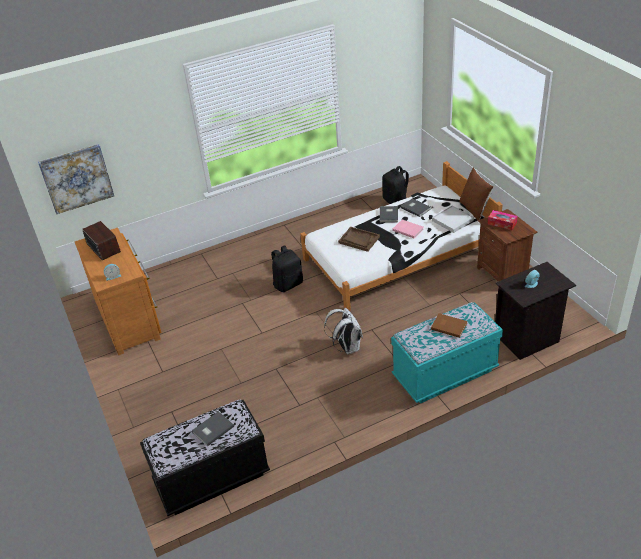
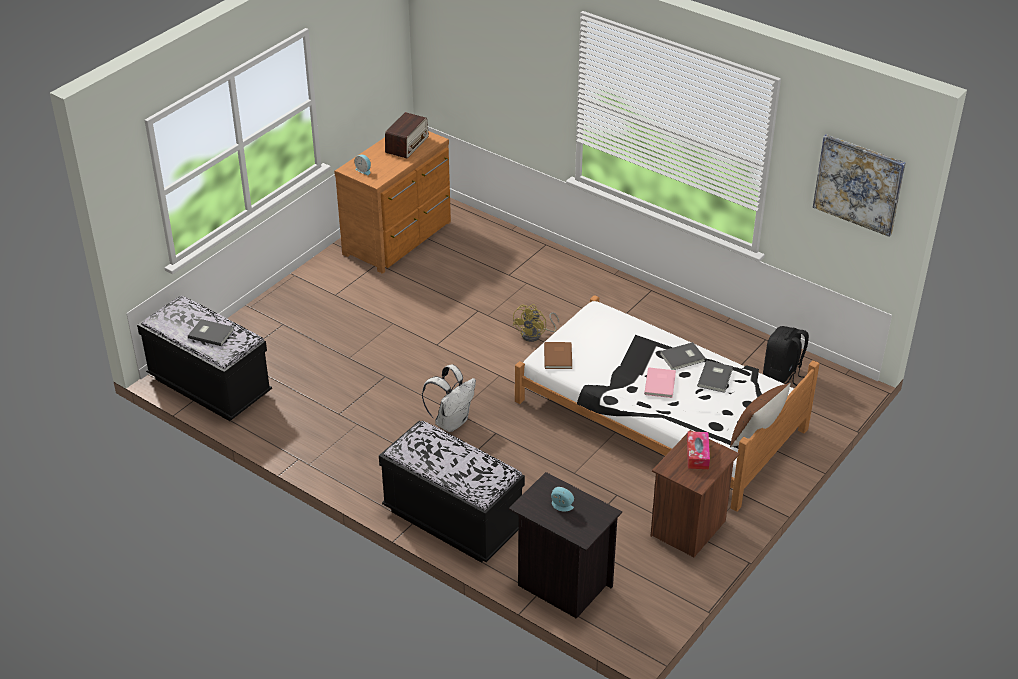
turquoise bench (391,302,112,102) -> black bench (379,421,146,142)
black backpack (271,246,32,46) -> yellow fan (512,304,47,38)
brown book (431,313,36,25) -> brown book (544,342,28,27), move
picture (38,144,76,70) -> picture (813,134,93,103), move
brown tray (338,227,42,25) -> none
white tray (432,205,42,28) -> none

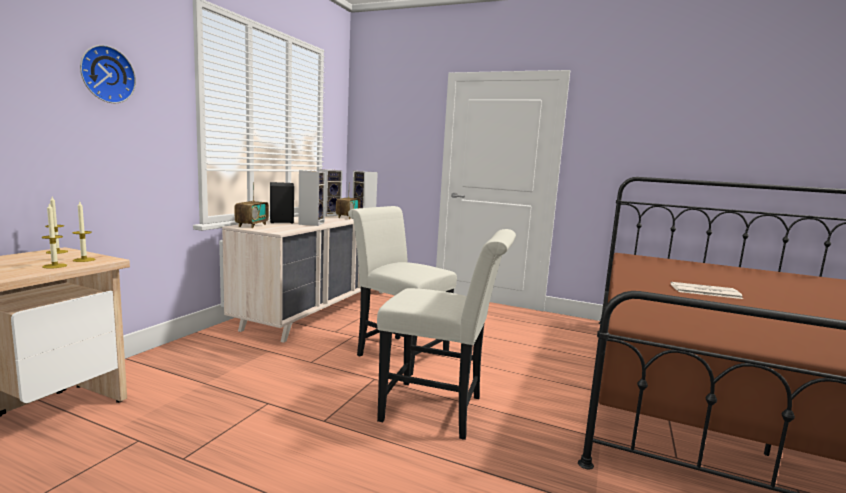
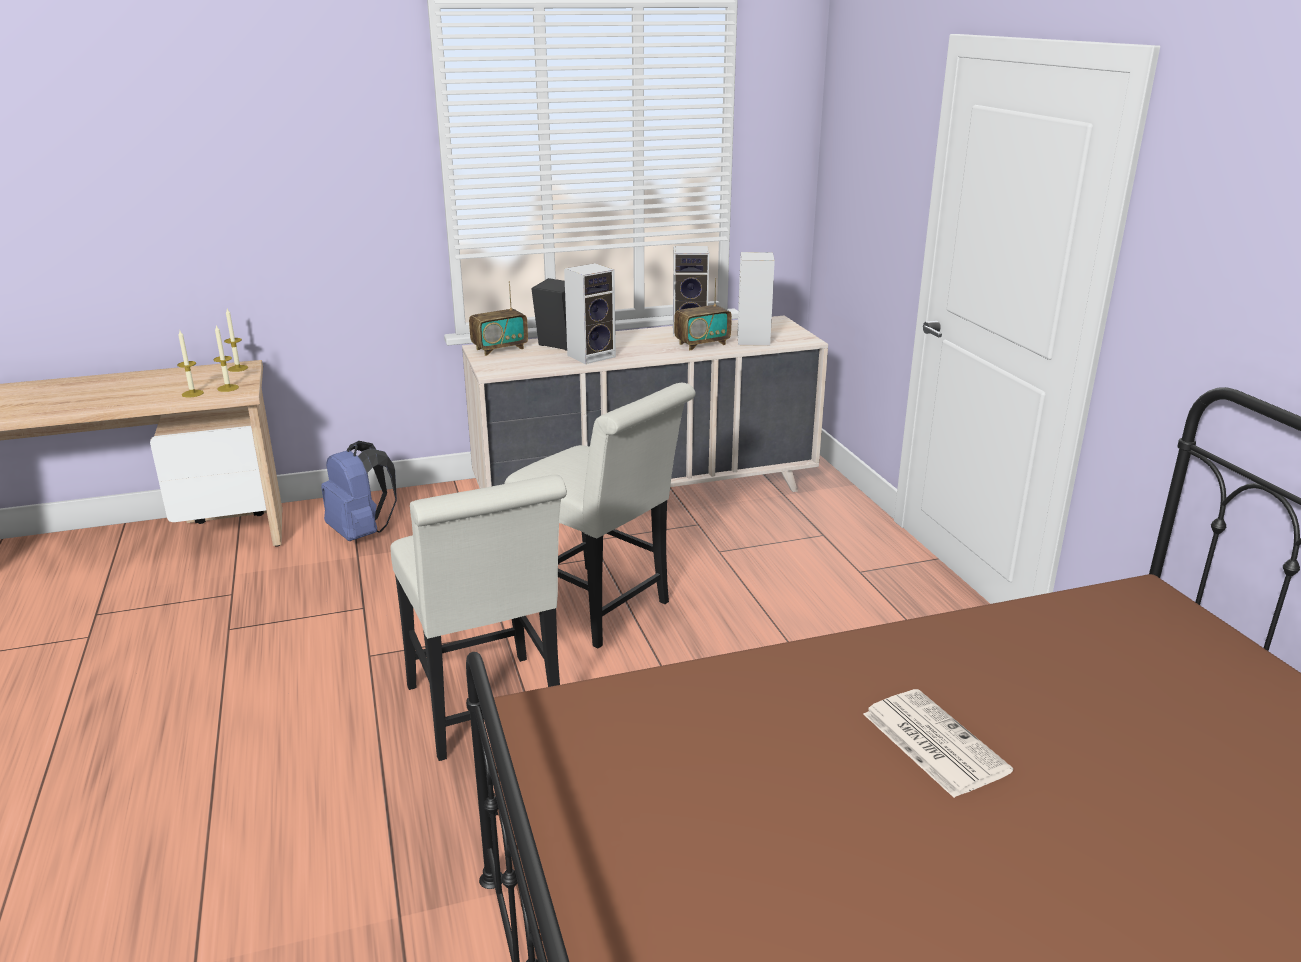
none -> blue backpack (321,441,76,100)
white chair (348,206,109,170) -> white chair (504,383,192,266), 135 degrees clockwise
wall clock (80,45,56,58) -> none

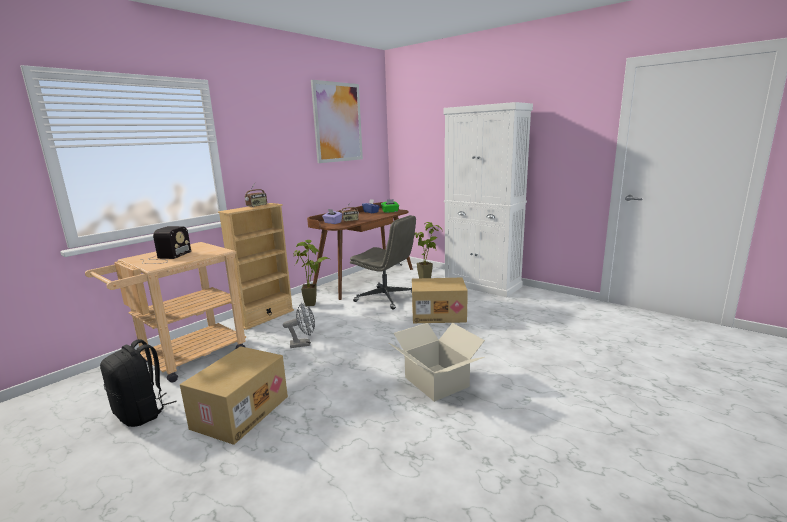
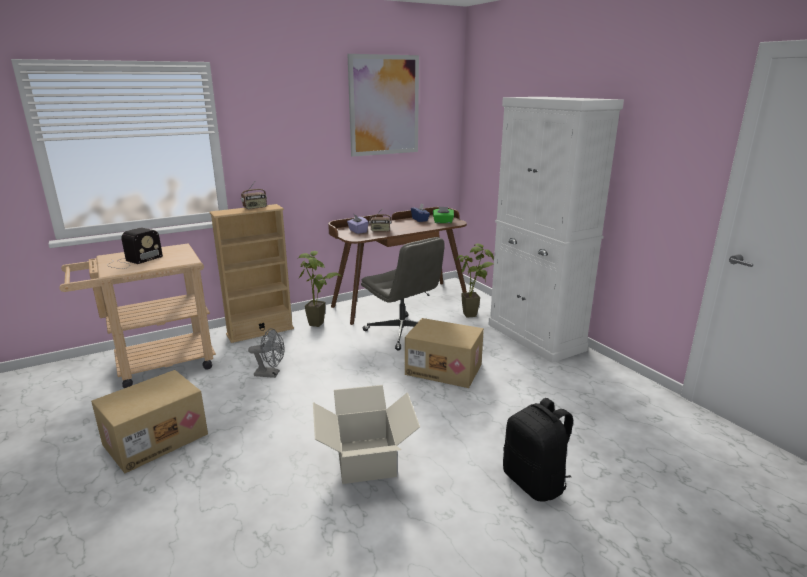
black backpack (100,339,77,88) -> black backpack (503,398,70,104), move

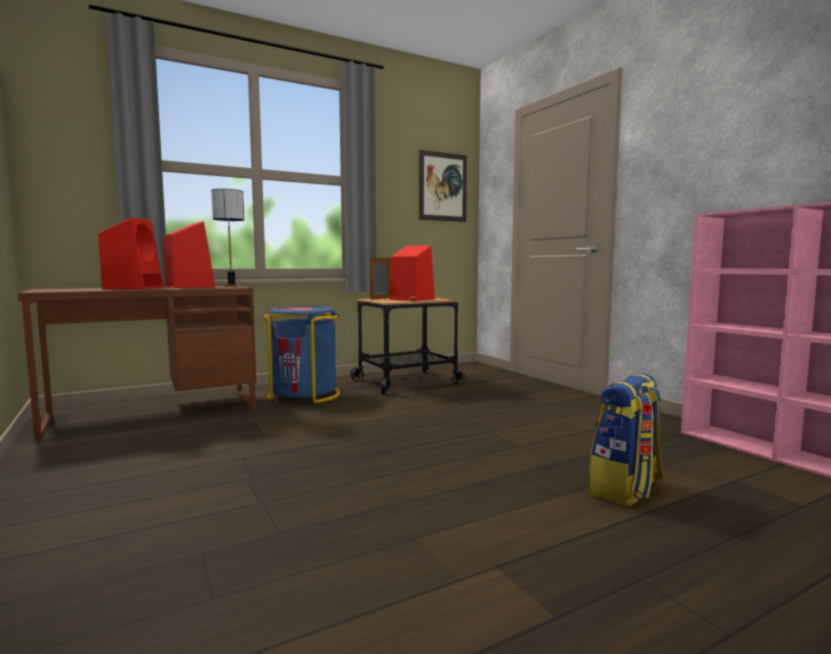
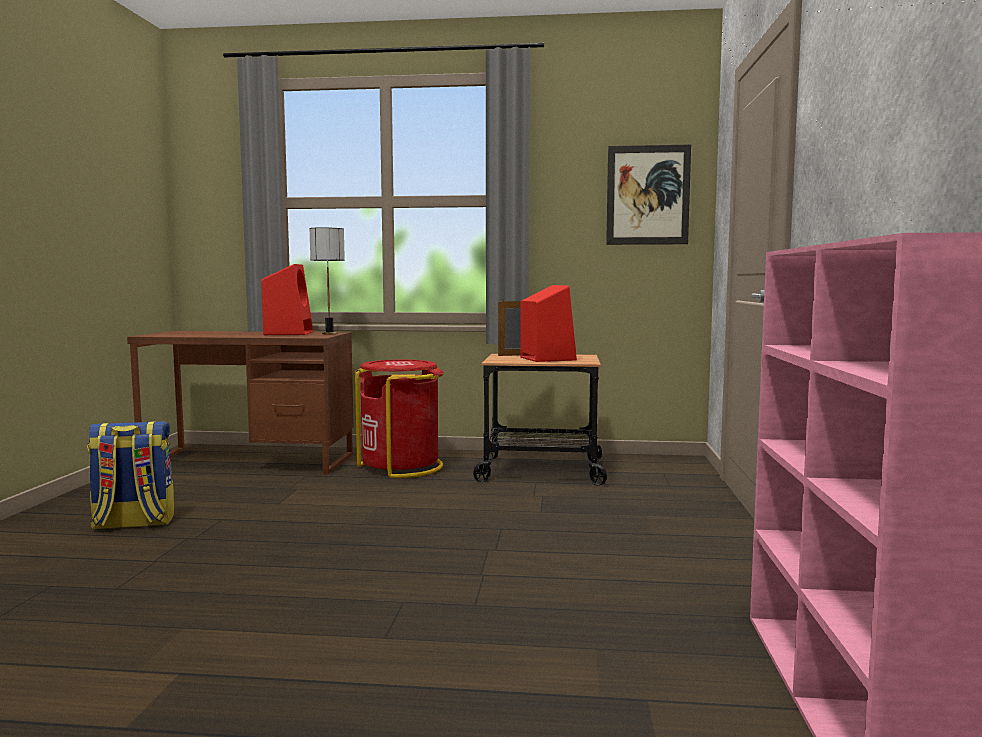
backpack (589,373,76,133) -> backpack (87,421,87,108), move
blue trash can (263,306,77,97) -> red trash can (354,360,90,118)
red speaker (98,217,65,72) -> none

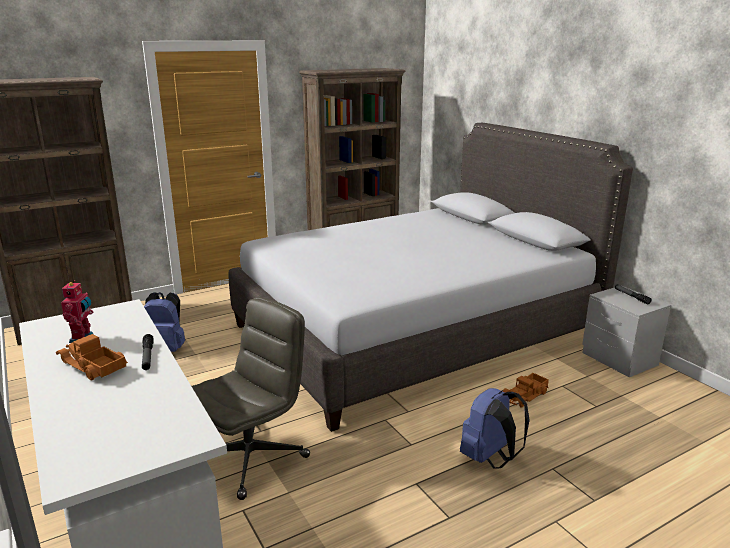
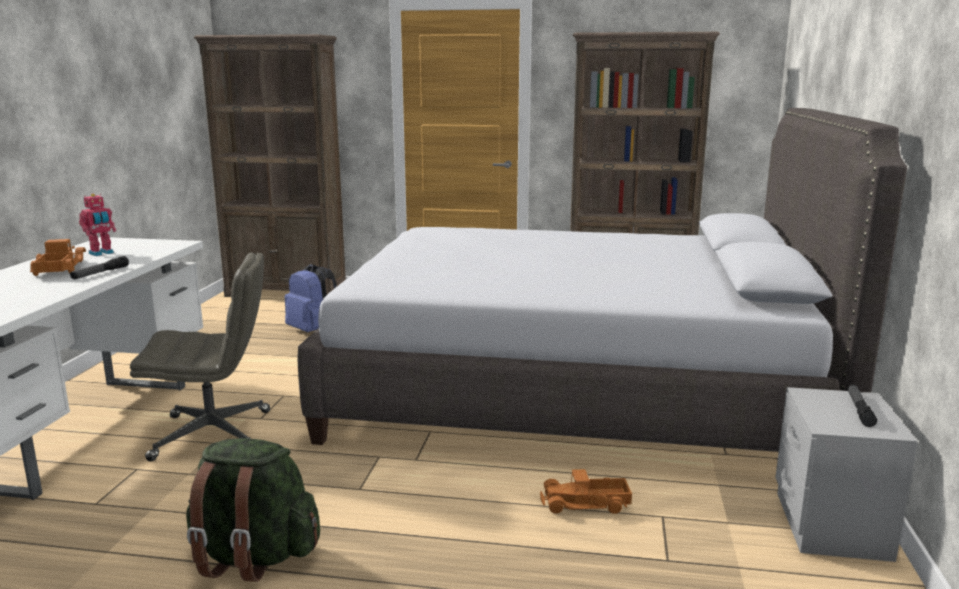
none -> green backpack (186,438,134,144)
blue backpack (460,388,70,81) -> none

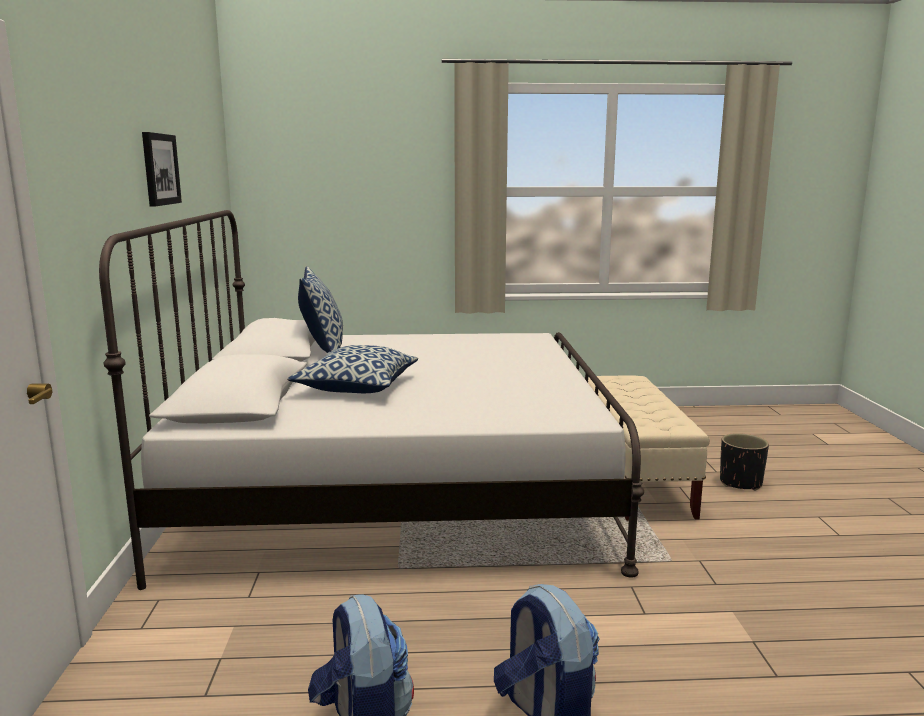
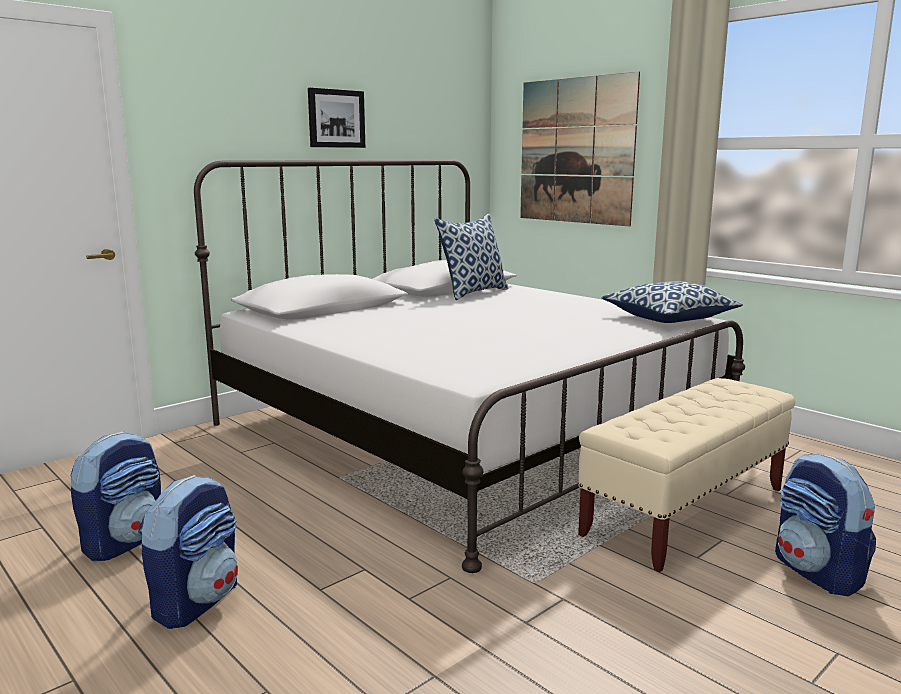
none -> picture (520,72,120,154)
pillow (287,345,131,48) -> pillow (602,281,141,42), move
black planter (720,433,49,58) -> backpack (775,454,101,142)

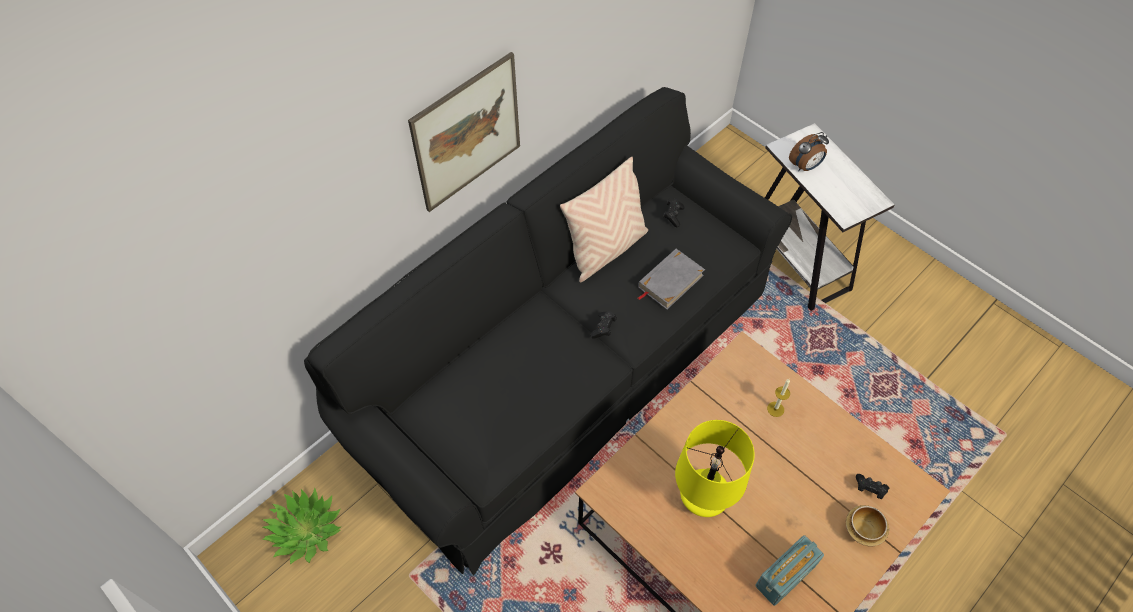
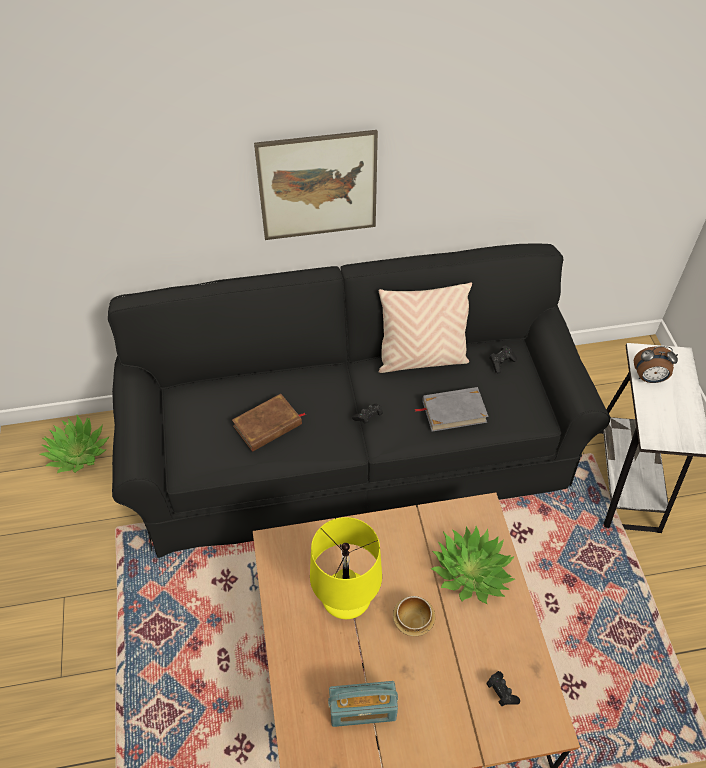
none -> brown book (232,394,74,58)
bowl (846,505,43,41) -> bowl (393,596,42,41), move
candle (767,379,23,38) -> potted plant (431,526,84,78)

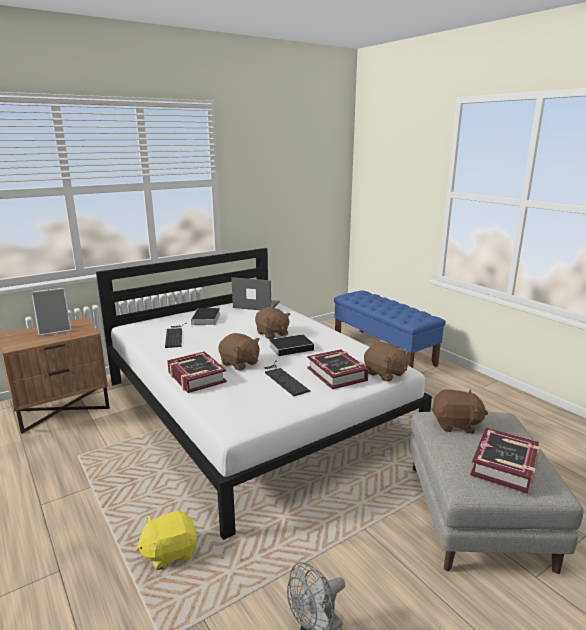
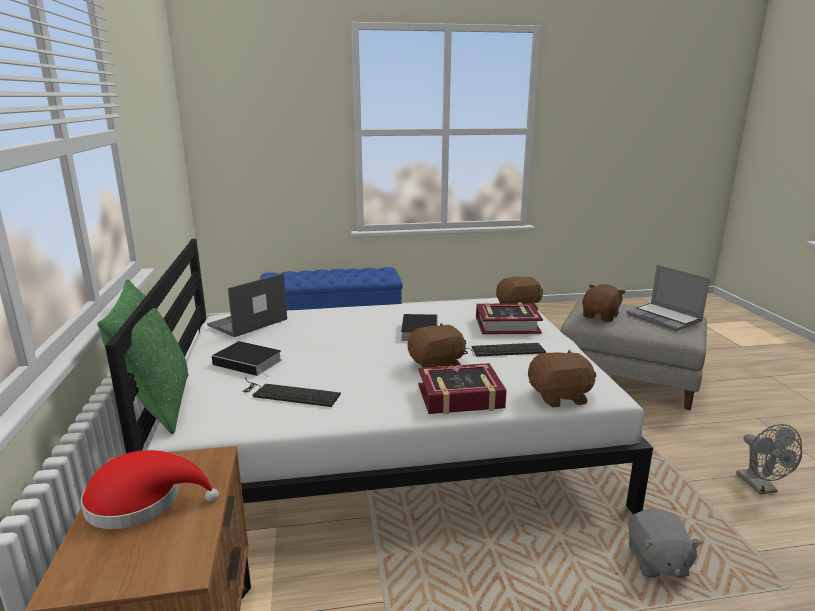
picture frame (31,288,41,48) -> red hat (81,450,138,79)
none -> green pillow (97,279,92,155)
brown plush toy (255,307,35,32) -> brown plush toy (528,350,69,57), move
book (470,428,70,66) -> laptop (626,265,84,66)
yellow plush toy (135,511,62,59) -> grey plush toy (628,508,74,69)

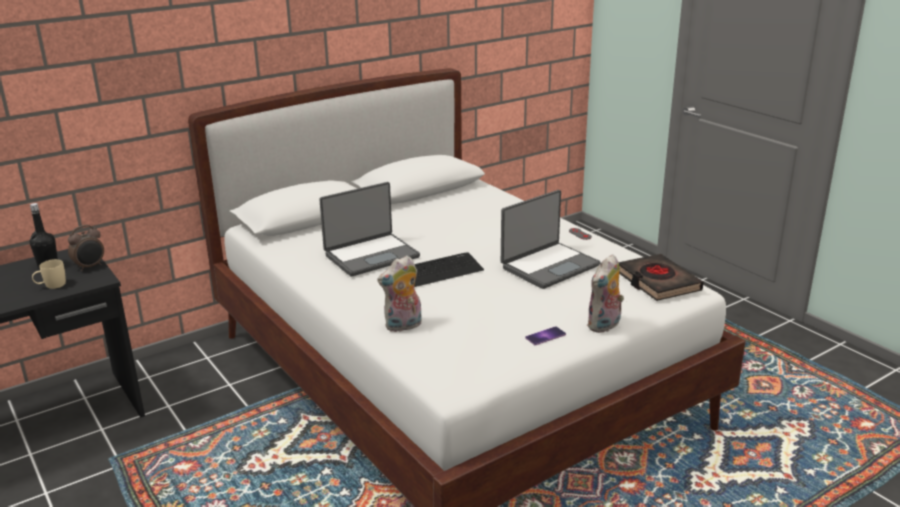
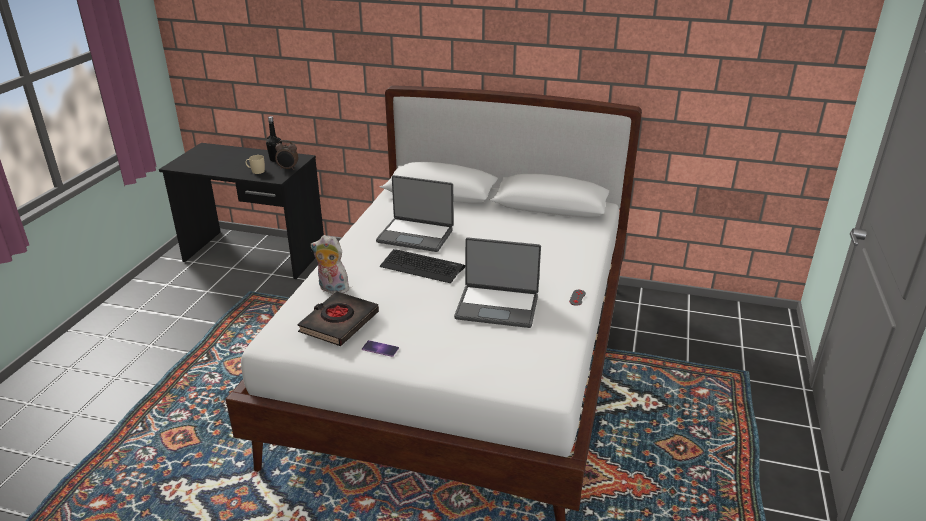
black book (619,254,85,47) -> black book (297,291,82,55), move
plush toy (587,254,37,79) -> none

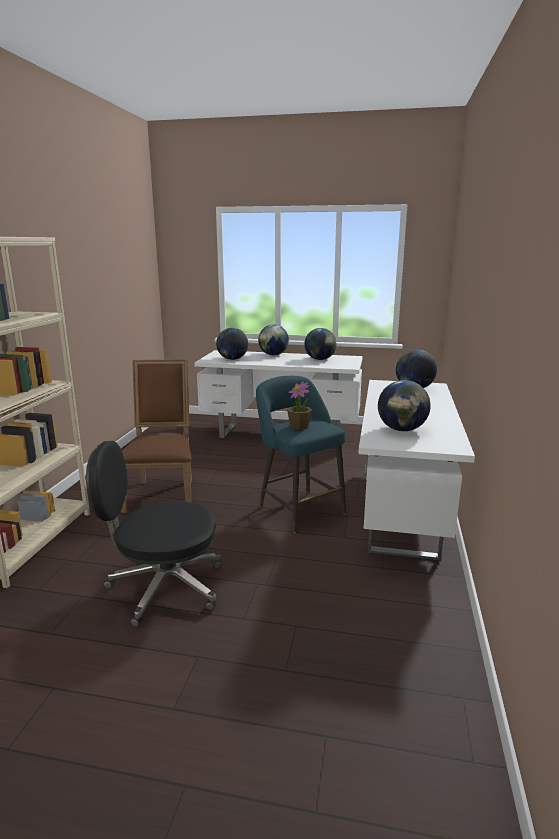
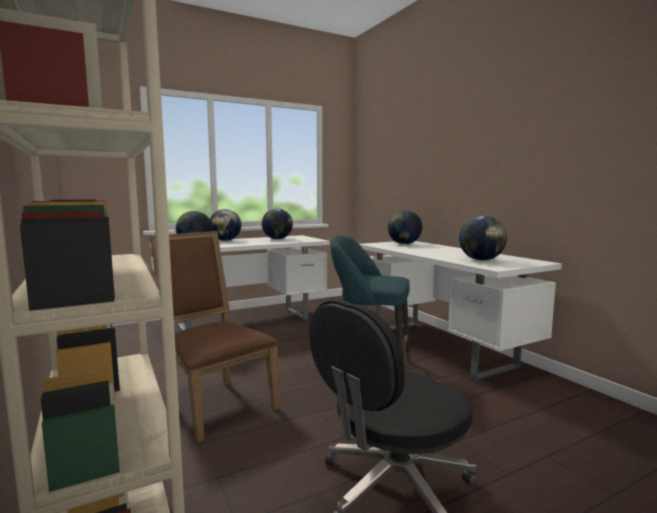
potted plant (287,381,25,49) -> none

